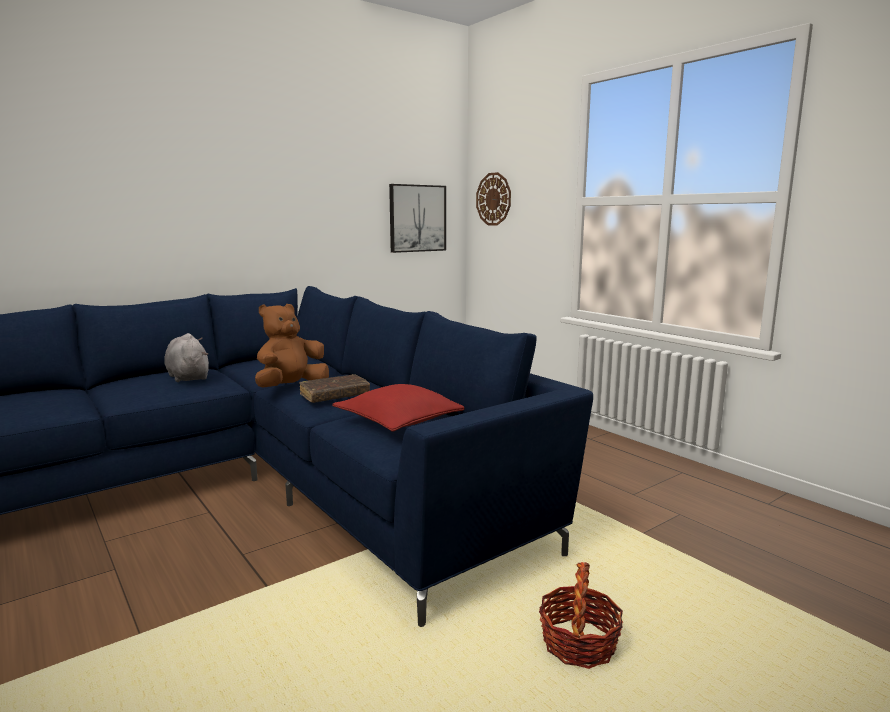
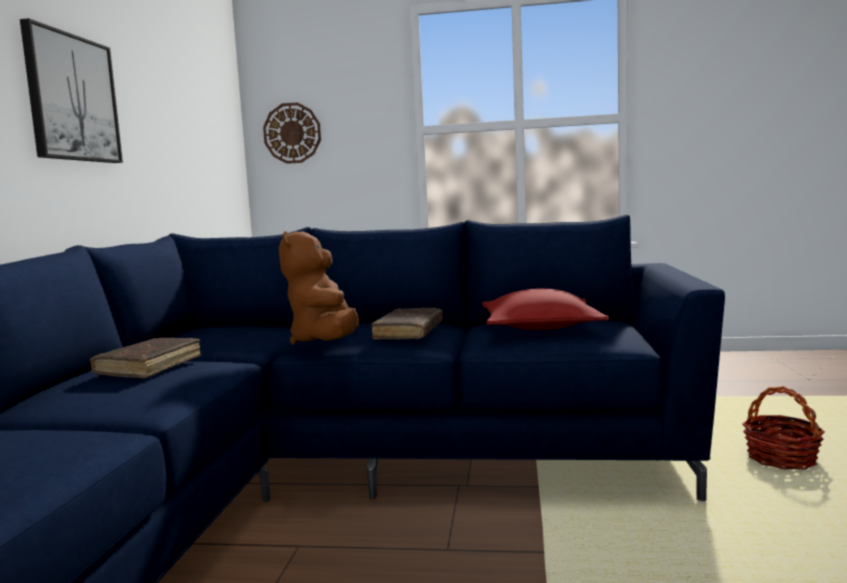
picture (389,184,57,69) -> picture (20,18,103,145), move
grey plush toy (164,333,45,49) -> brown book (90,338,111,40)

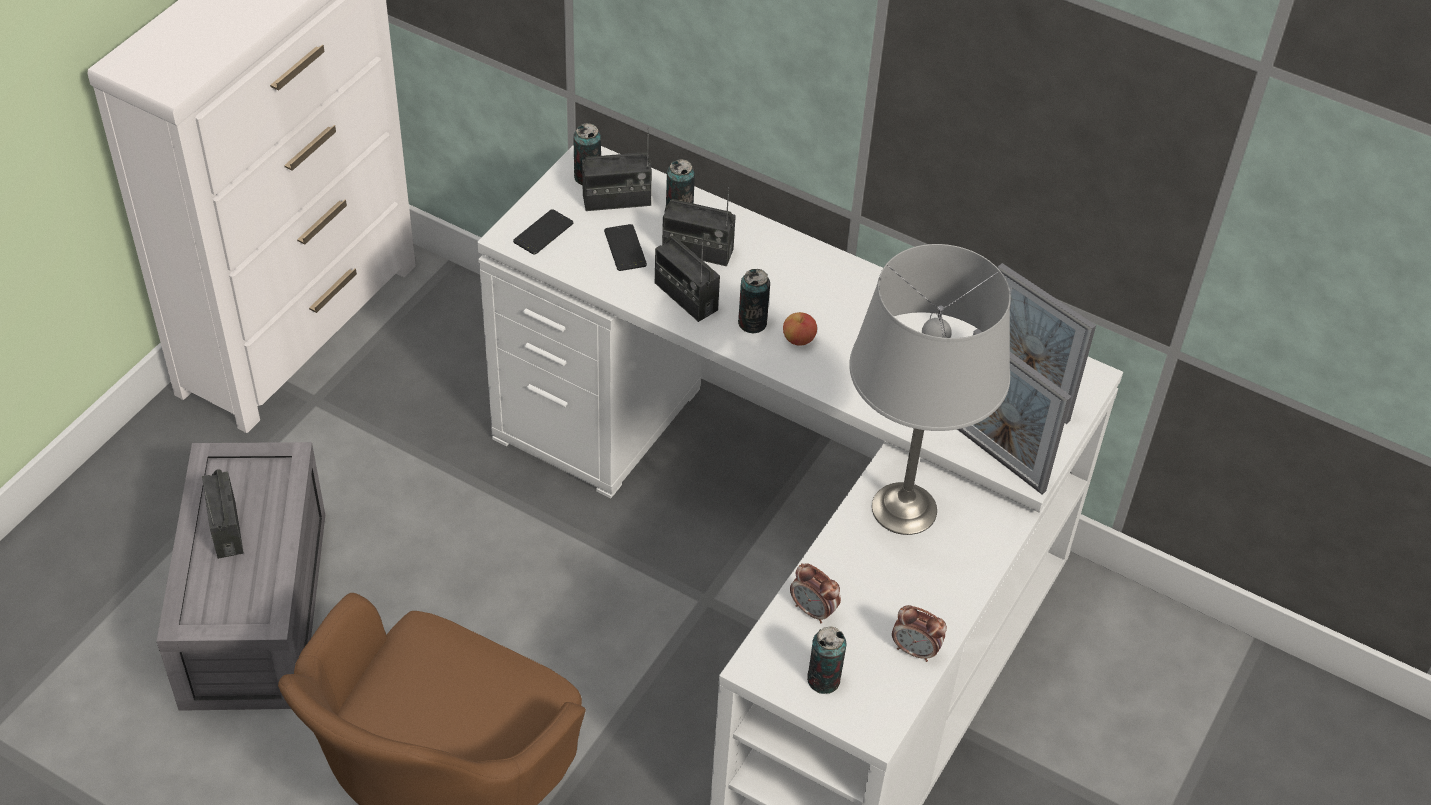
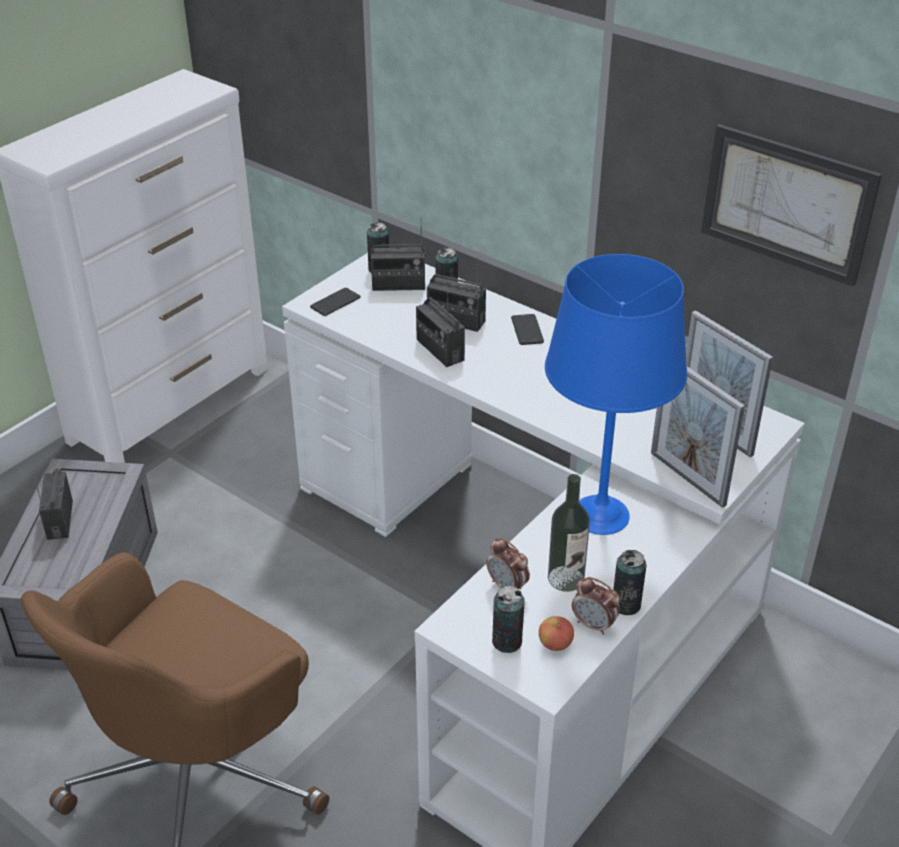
phone (604,224,43,47) -> phone (511,314,33,31), move
apple (783,312,34,34) -> apple (539,616,35,35), move
grey table lamp (849,244,162,291) -> blue table lamp (545,254,142,281)
none -> bottle (548,474,42,118)
can (738,269,32,64) -> can (613,550,33,65), move
none -> picture (701,124,181,163)

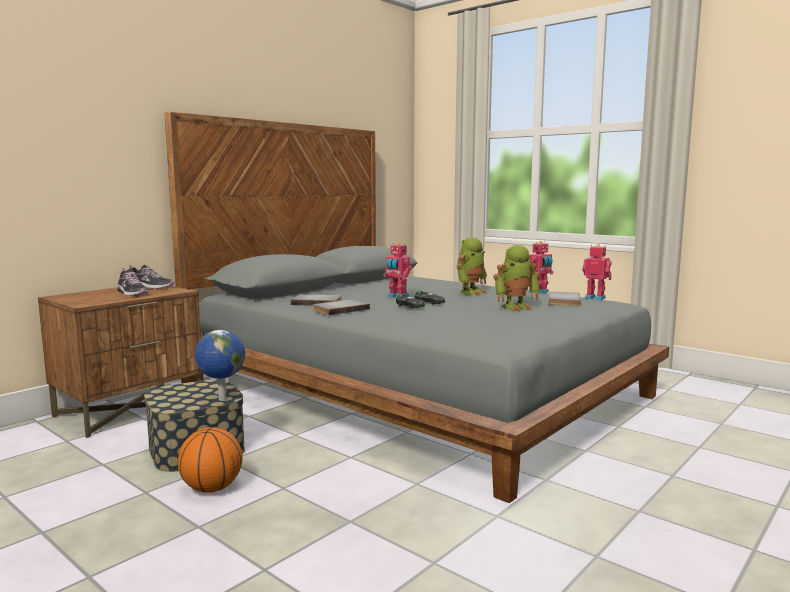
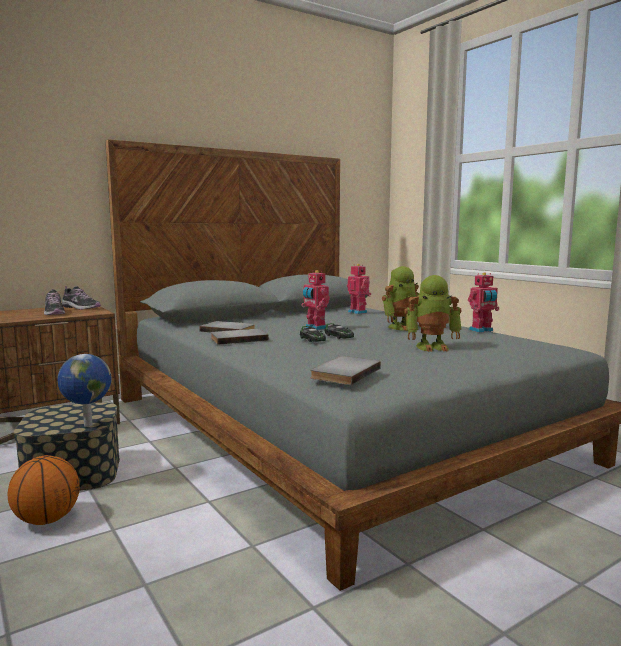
grey book (548,292,33,14) -> grey book (310,356,71,29), move
toy robot (582,244,30,56) -> toy robot (347,264,24,50), move

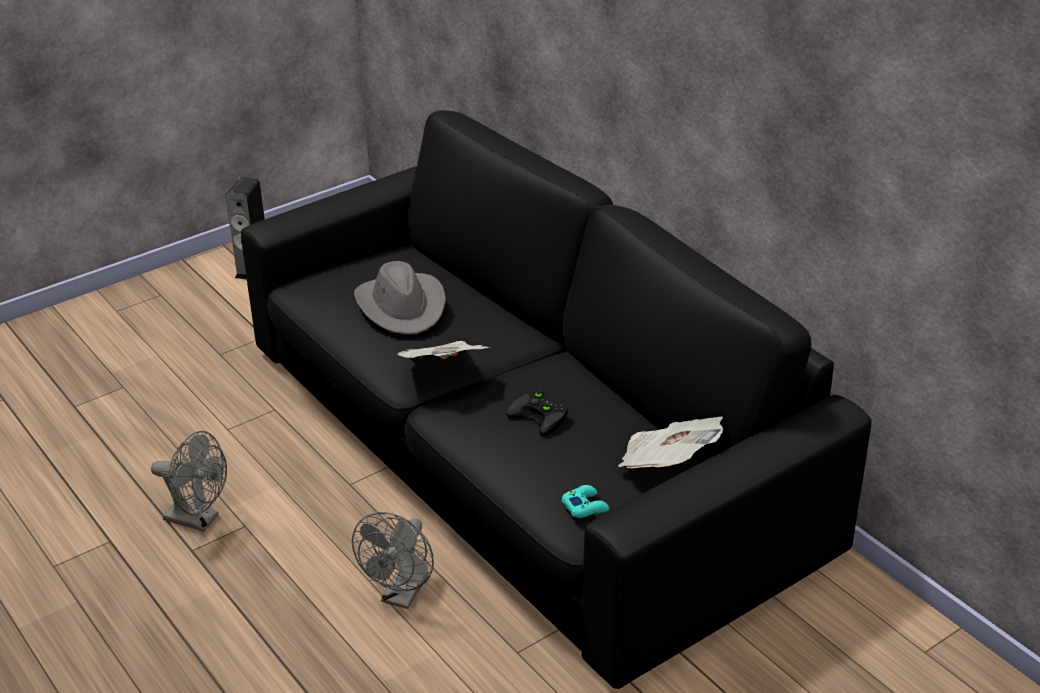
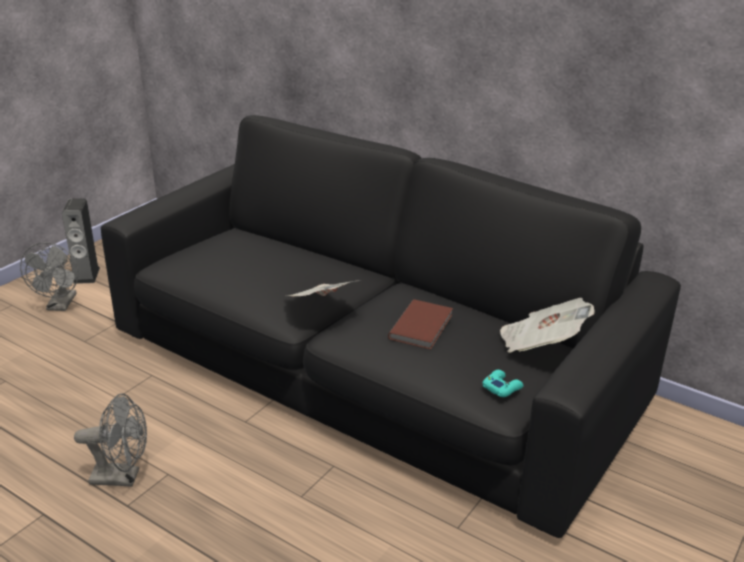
grey fan (352,512,82,97) -> grey fan (20,242,58,69), move
black game controller (506,390,62,46) -> brown book (388,299,65,50)
grey hat (354,261,92,73) -> none

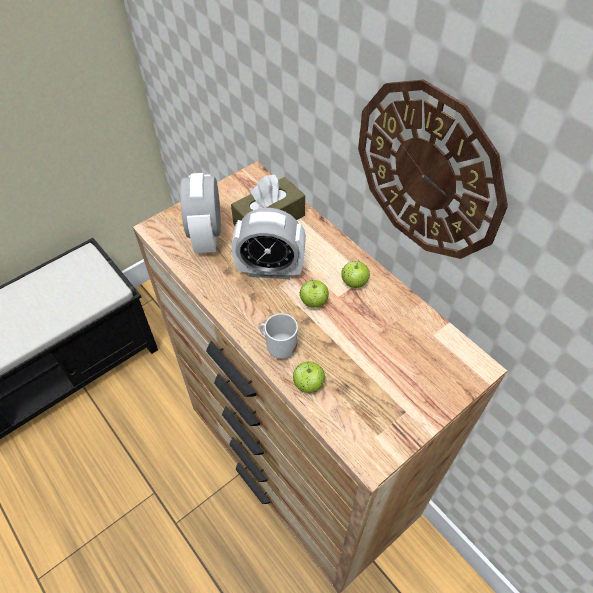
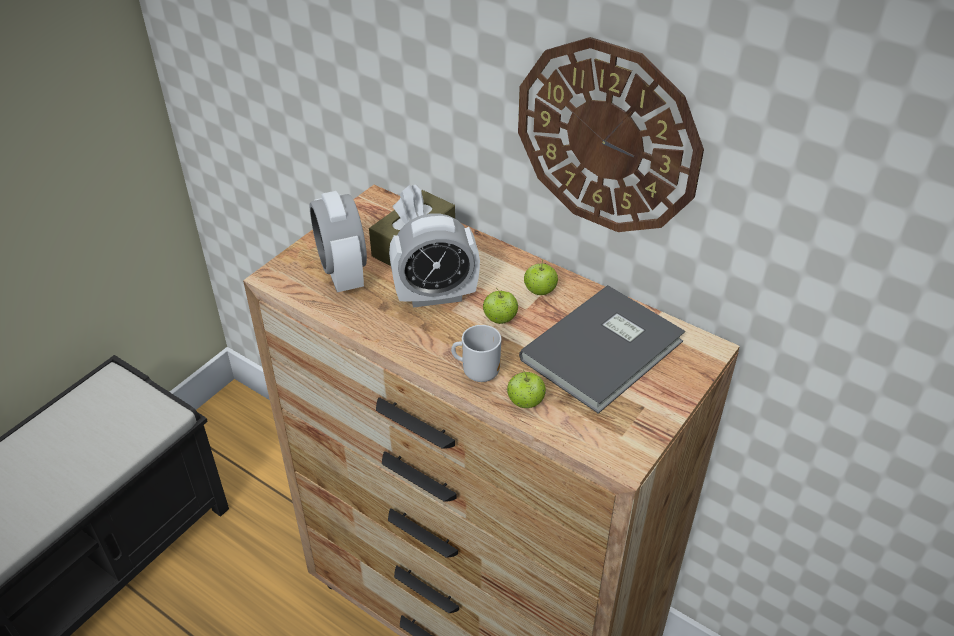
none -> grey book (519,285,166,129)

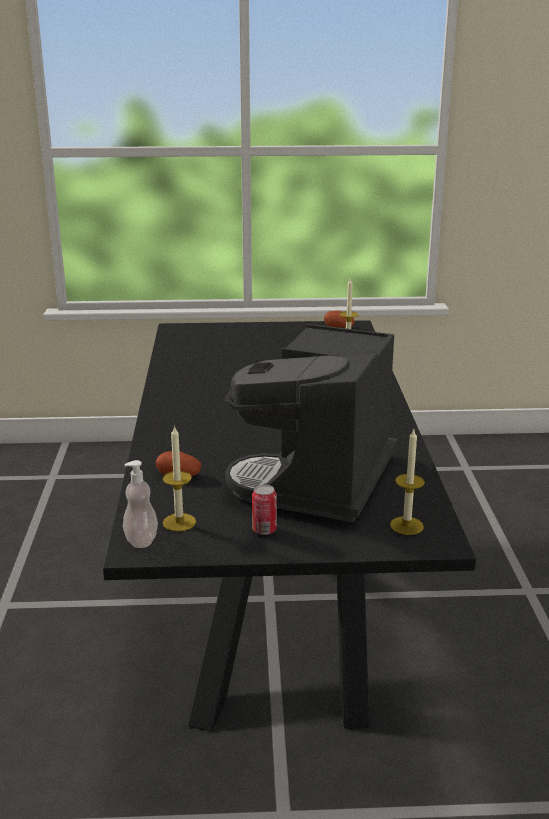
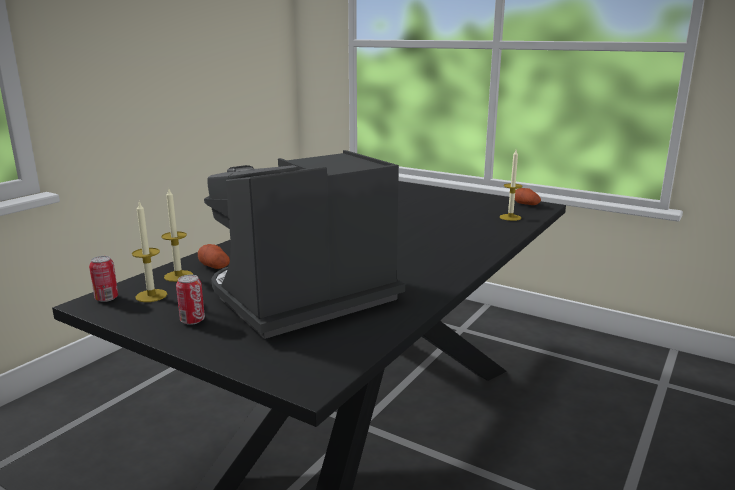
soap dispenser (123,460,35,88) -> can (89,256,29,46)
candle (390,429,35,106) -> candle (161,189,32,93), move

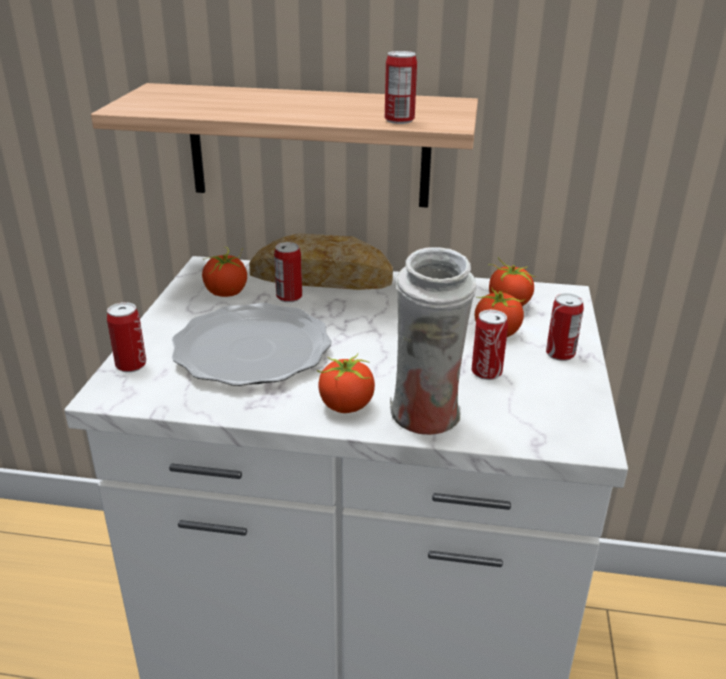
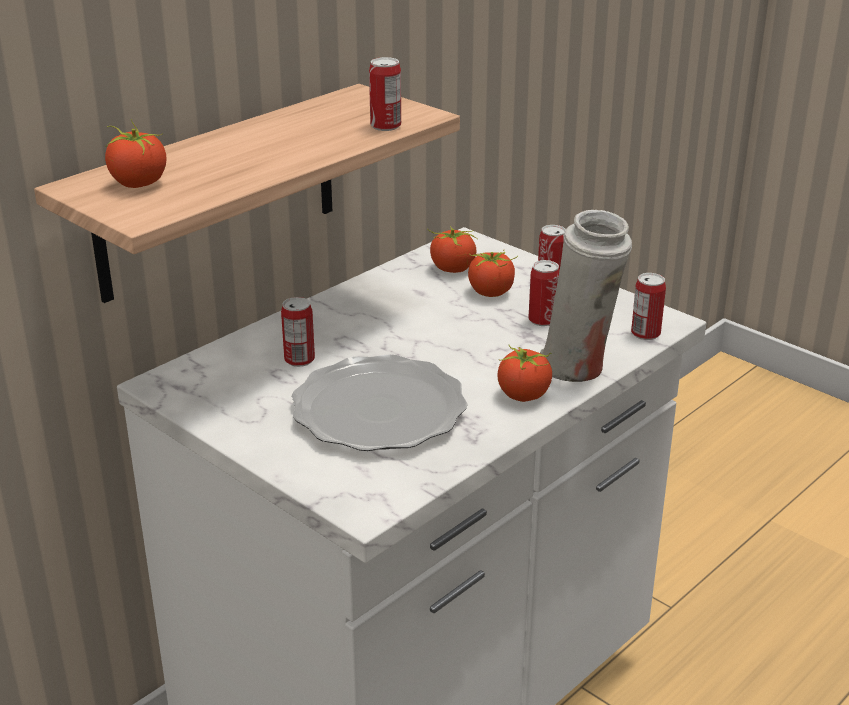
tomato (202,247,45,50) -> tomato (105,119,62,69), move
can (107,302,39,70) -> can (631,273,35,67), move
bread (249,233,144,57) -> none

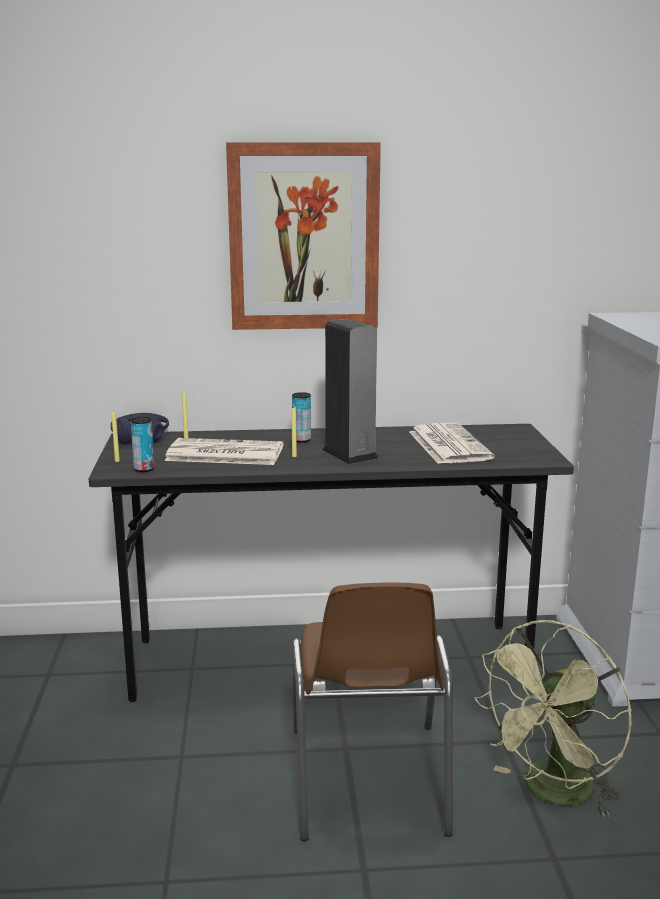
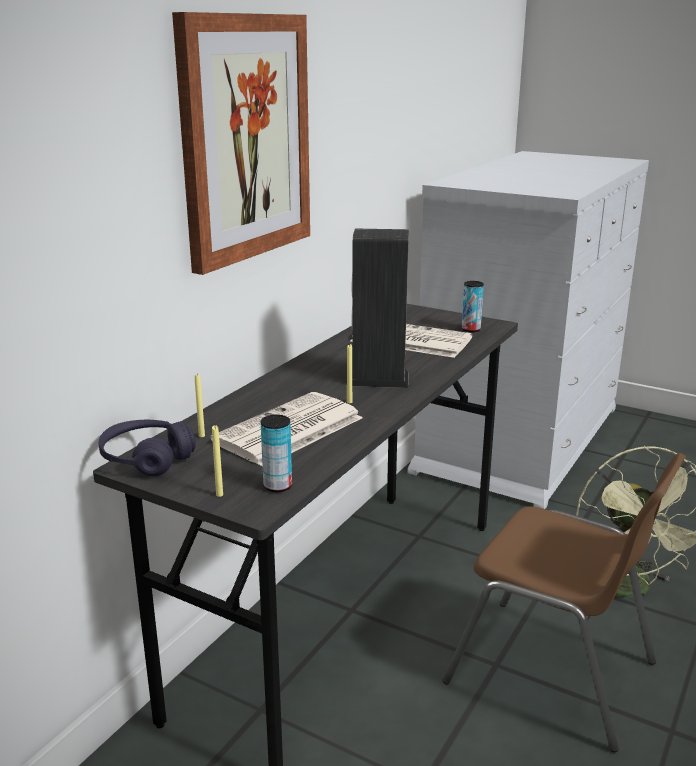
can (292,392,19,51) -> can (462,281,22,51), move

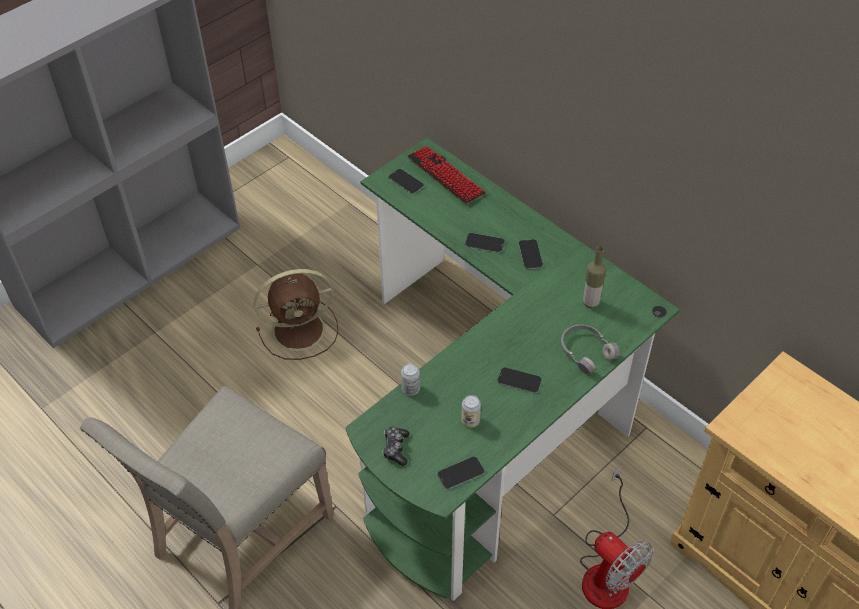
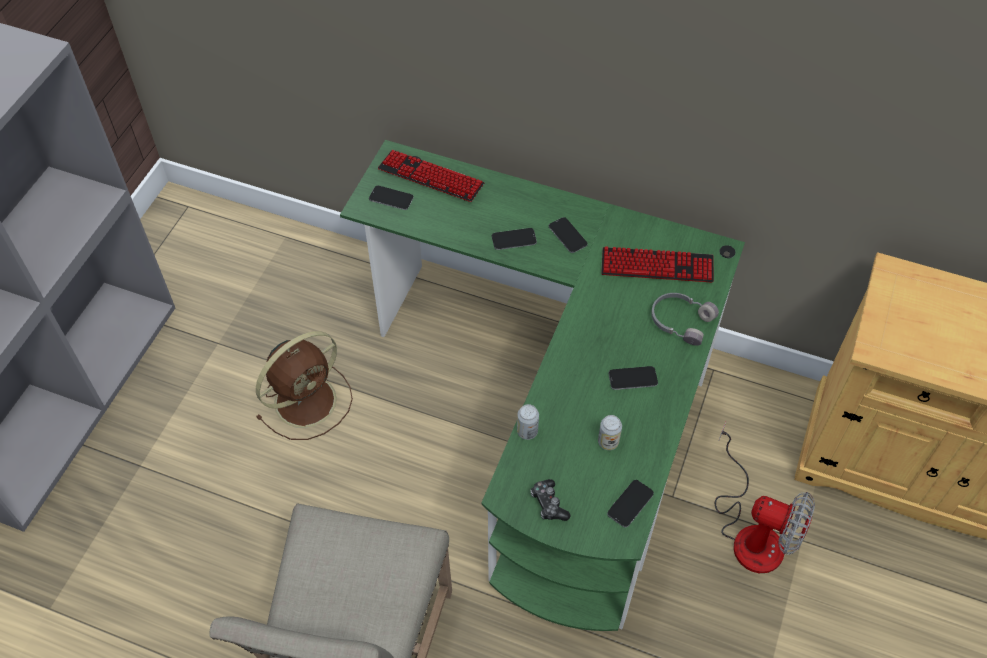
bottle (583,246,23,62) -> keyboard (601,247,113,36)

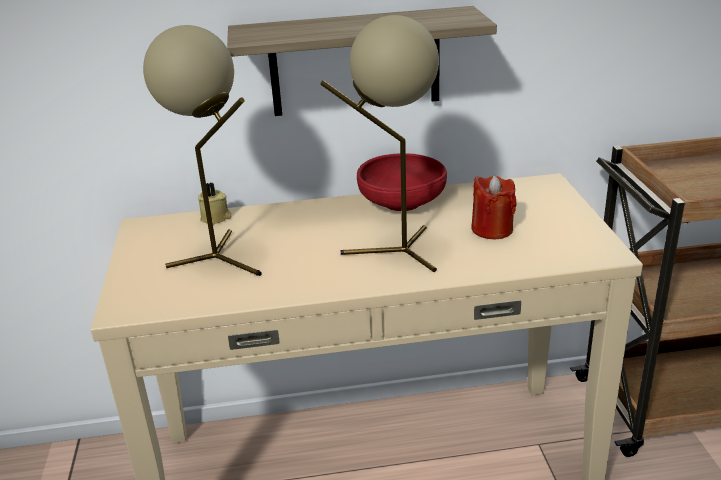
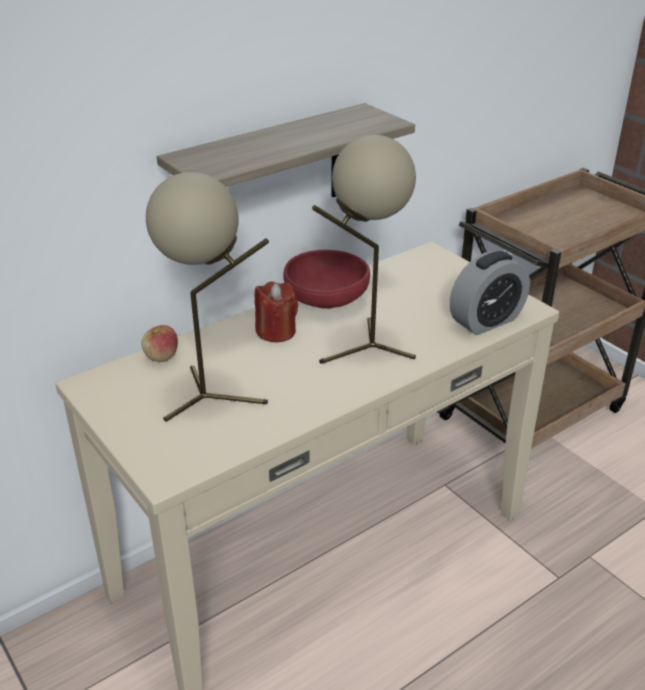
beige candle (198,183,34,42) -> apple (142,325,36,37)
red candle (471,175,46,64) -> red candle (254,281,44,61), move
none -> alarm clock (449,251,81,84)

